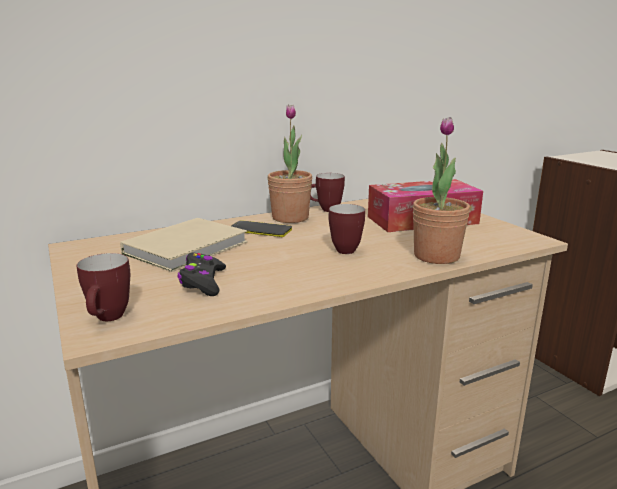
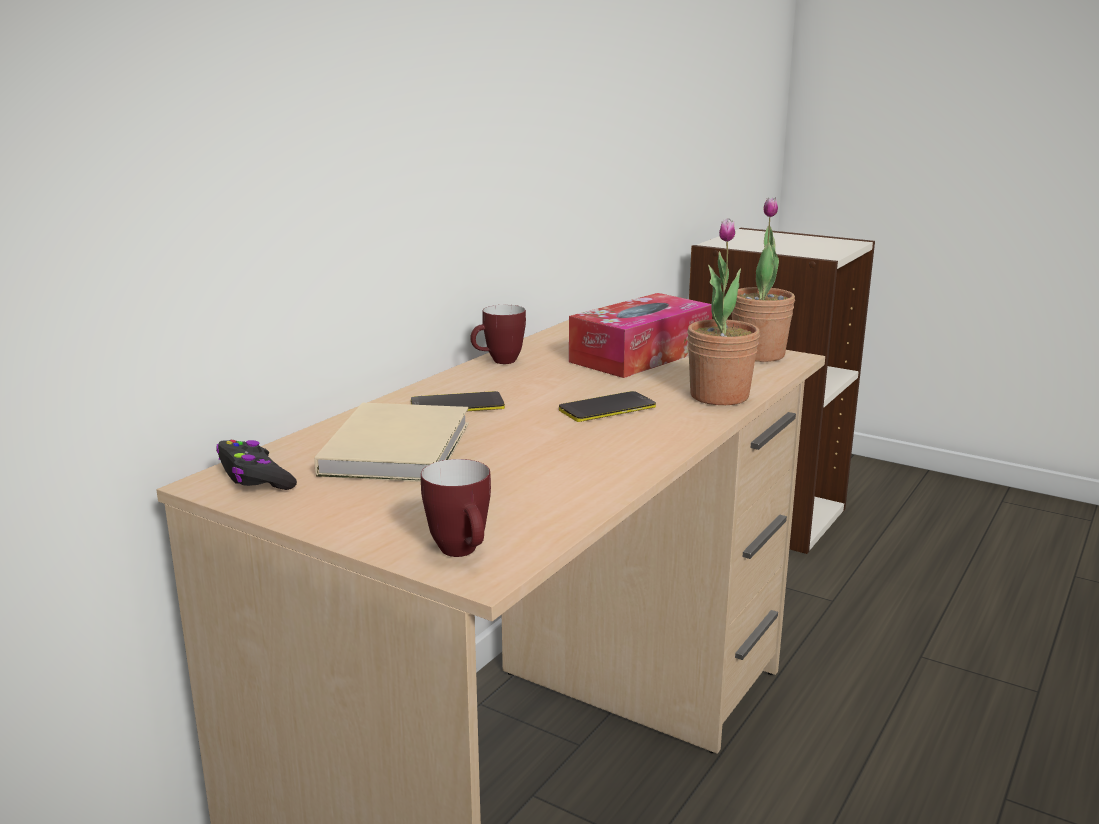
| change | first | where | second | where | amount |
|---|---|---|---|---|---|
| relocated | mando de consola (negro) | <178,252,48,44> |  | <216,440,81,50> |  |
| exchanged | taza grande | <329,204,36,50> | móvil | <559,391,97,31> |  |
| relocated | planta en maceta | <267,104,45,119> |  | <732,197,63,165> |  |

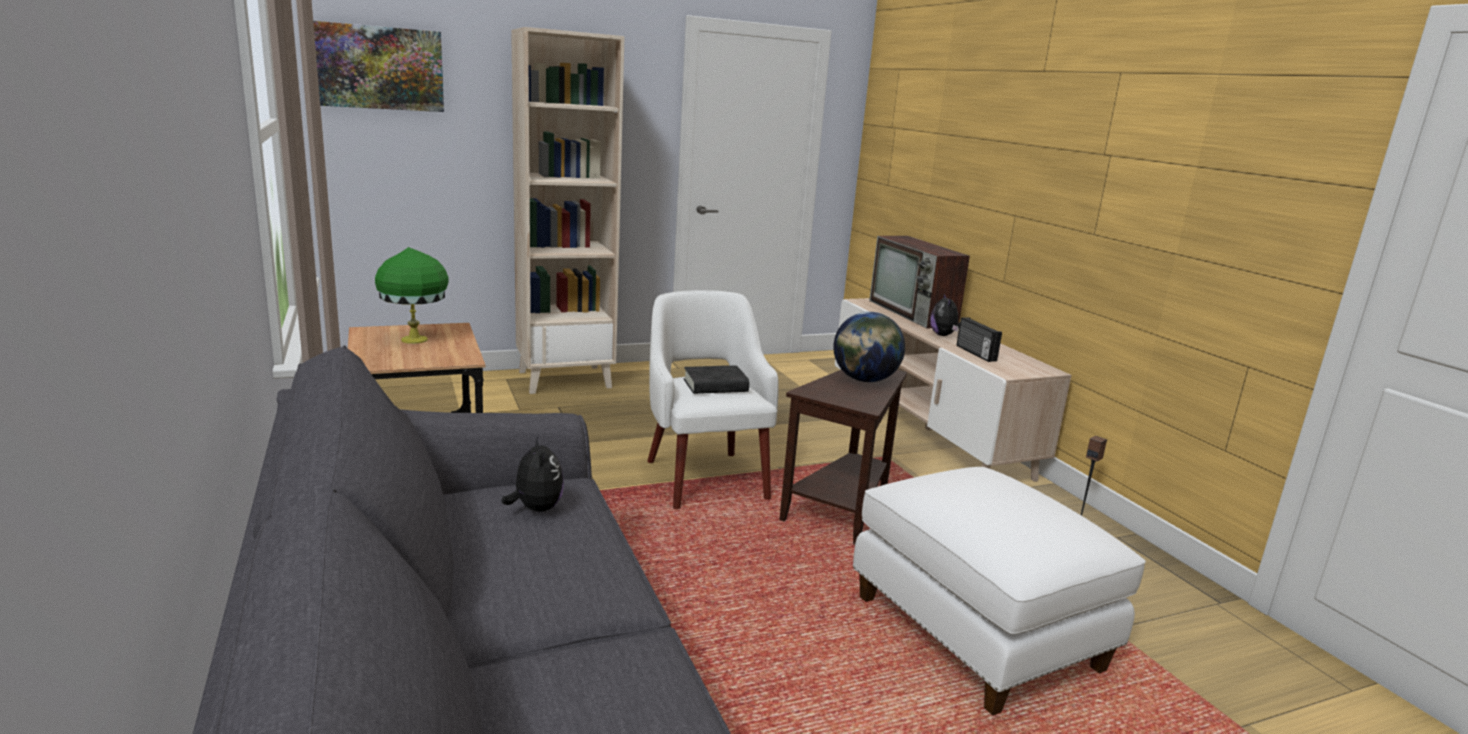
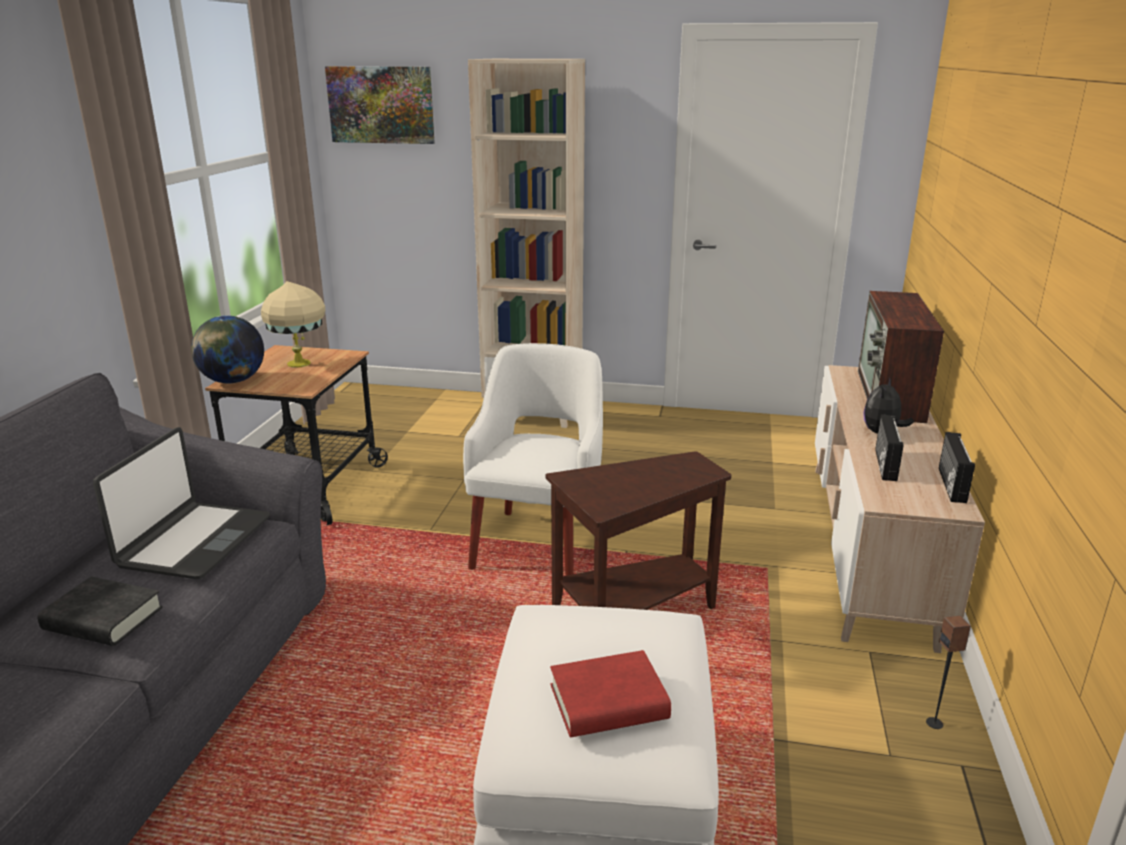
| change | first | where | second | where | amount |
|---|---|---|---|---|---|
| relocated | libro (negro) | <684,365,65,29> |  | <38,576,125,70> |  |
| exchanged | peluche | <502,435,62,77> | portátil | <93,427,177,152> |  |
| relocated | globo terráqueo | <833,312,72,70> |  | <191,315,73,69> |  |
| colour | lámpara de mesa (verde) | <375,247,74,97> | lámpara de mesa (beis) | <261,281,64,87> |  |
| appeared |  |  | libro (rojo) | <550,650,121,87> |  |
| appeared |  |  | radio | <939,432,36,71> |  |

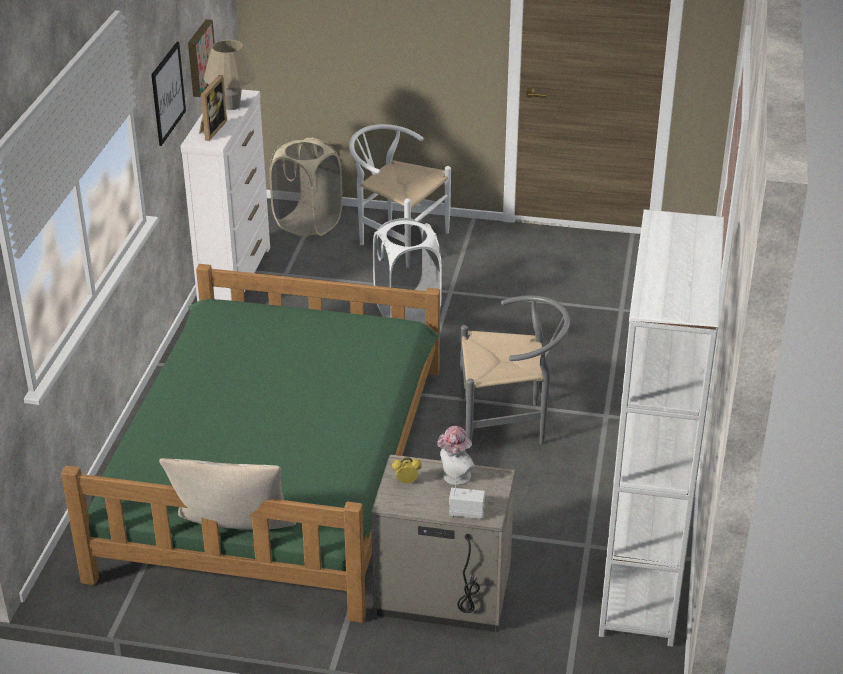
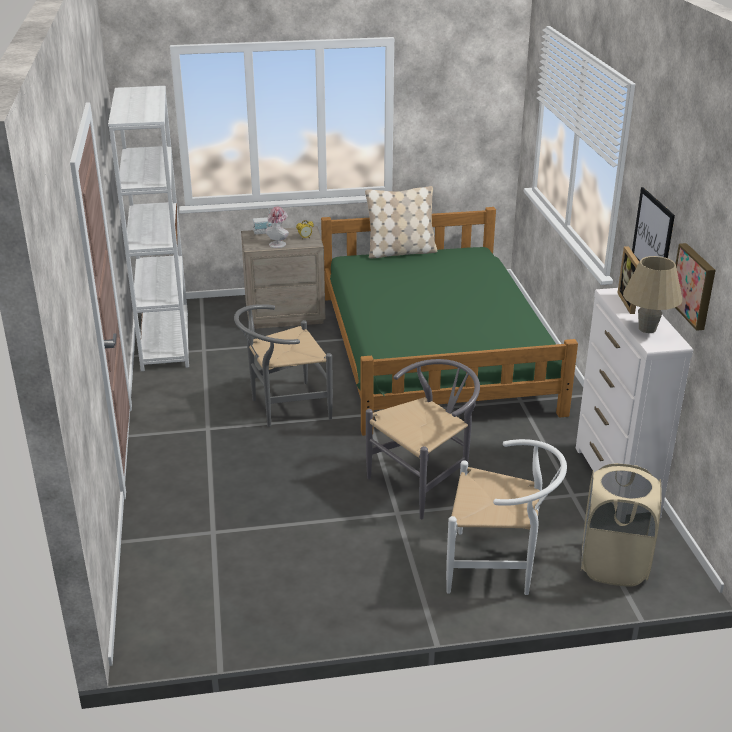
| change | first | where | second | where | amount |
|---|---|---|---|---|---|
| exchanged | cesto de la ropa (blanco) | <373,218,69,106> | silla (gris) | <366,359,114,160> |  |

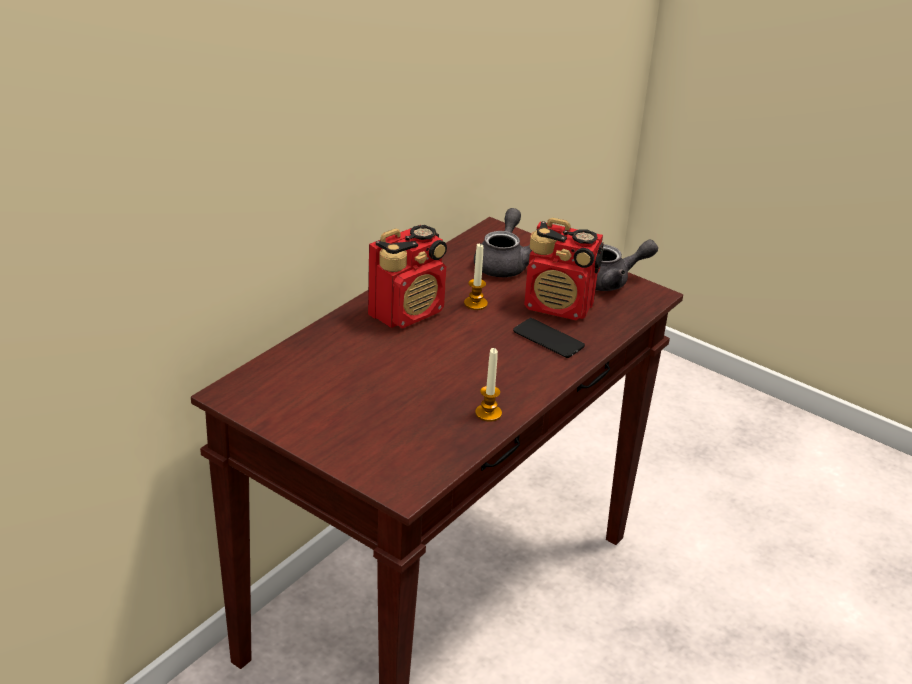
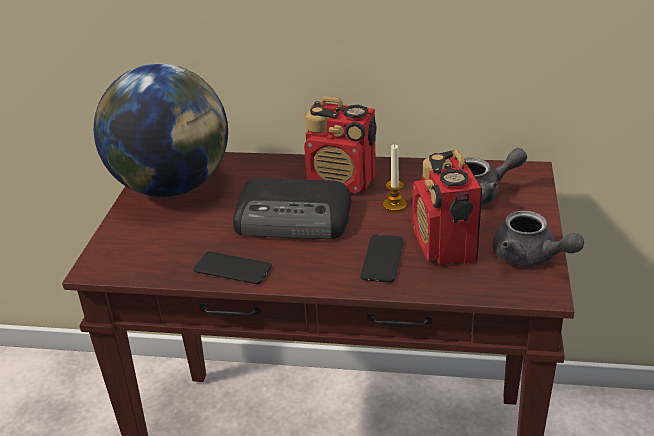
| change | first | where | second | where | amount |
|---|---|---|---|---|---|
| appeared |  |  | globo terráqueo | <94,63,134,134> |  |
| exchanged | vela | <475,348,27,74> | móvil | <194,251,78,33> |  |
| appeared |  |  | radio | <233,178,118,61> |  |

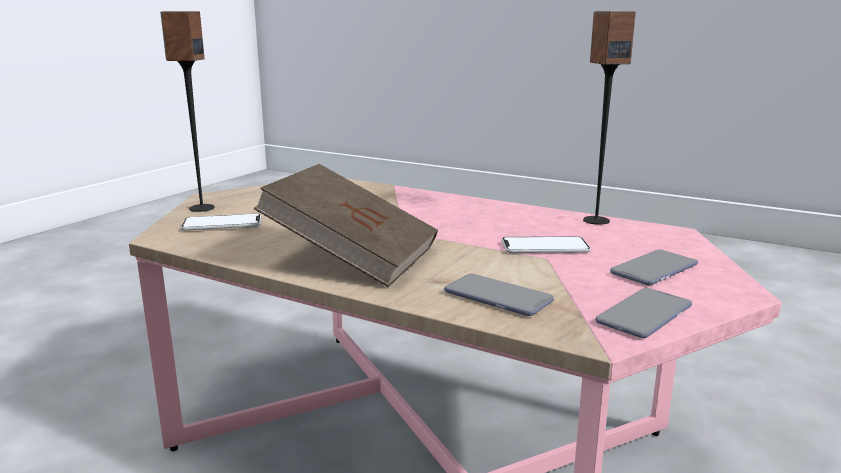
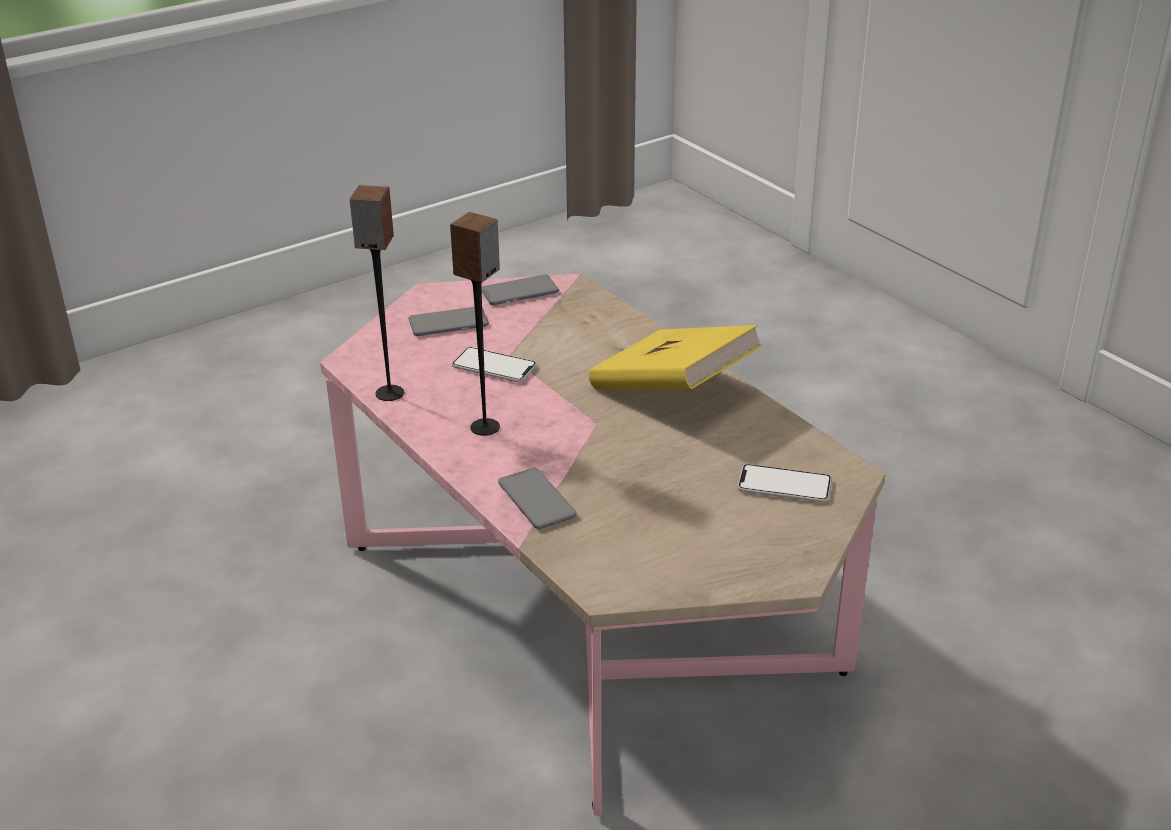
| change | first | where | second | where | amount |
|---|---|---|---|---|---|
| relocated | altavoz | <160,11,55,201> |  | <450,212,50,224> |  |
| relocated | móvil | <444,274,110,42> |  | <498,468,79,61> |  |
| colour | libro (marrón) | <254,164,184,123> | libro (amarillo) | <589,325,174,65> |  |

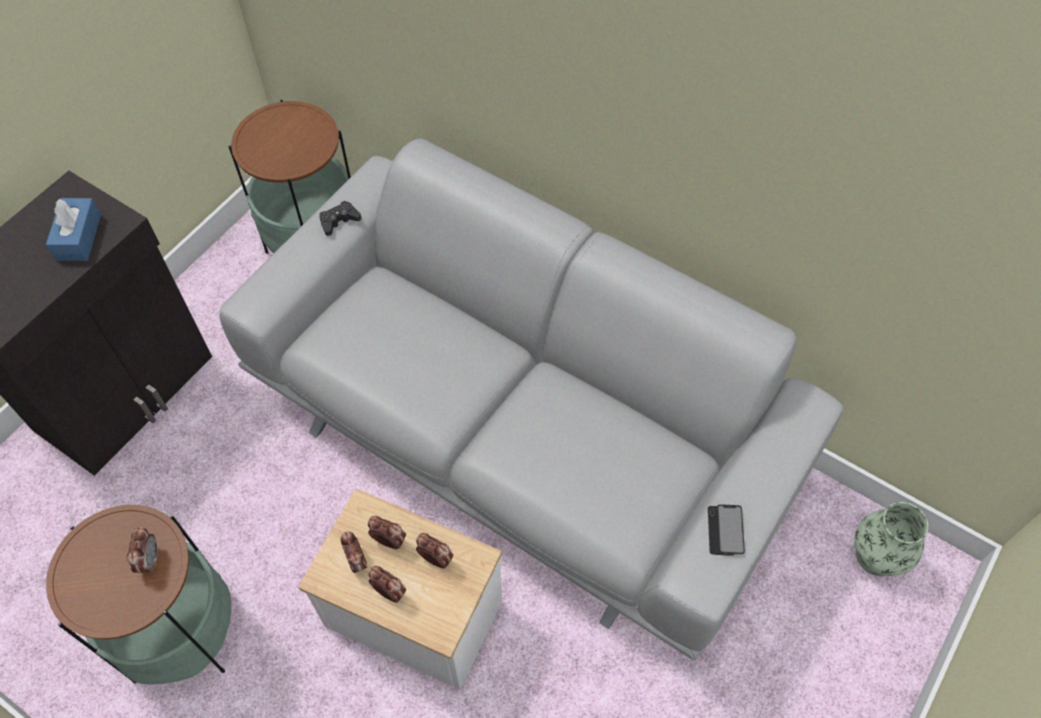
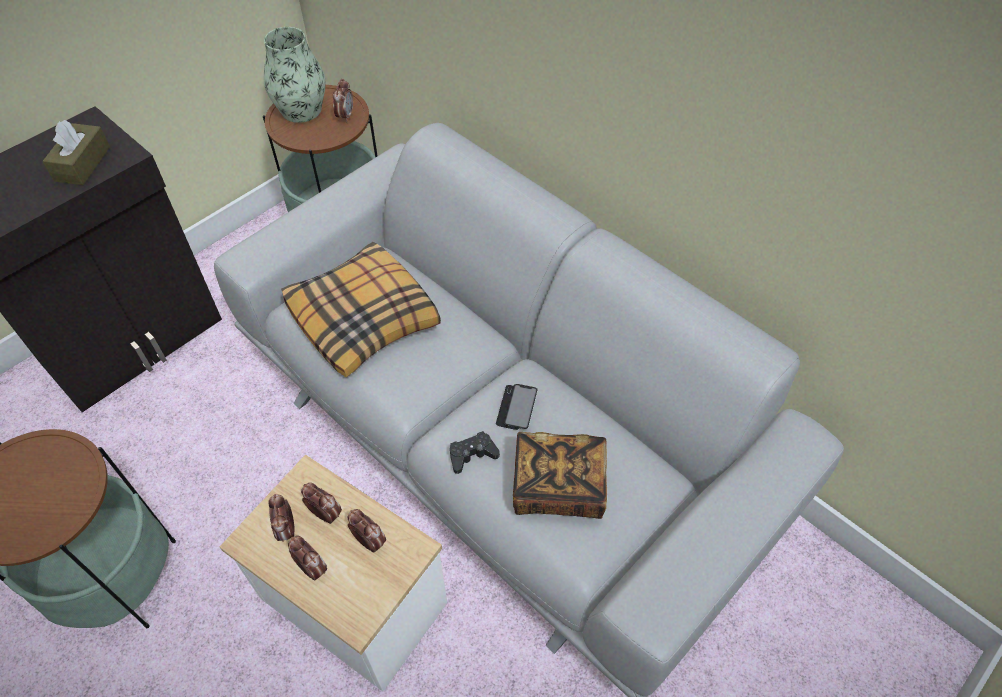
| change | first | where | second | where | amount |
|---|---|---|---|---|---|
| colour | caja de pañuelos (azul) | <46,198,55,63> | caja de pañuelos (marrón) | <42,120,68,65> |  |
| relocated | florero | <855,502,73,74> |  | <264,27,62,96> |  |
| appeared |  |  | cojín | <282,242,159,135> |  |
| relocated | despertador | <127,527,31,46> |  | <333,79,20,44> |  |
| relocated | mando de consola (negro) | <319,201,43,35> |  | <450,431,50,43> |  |
| relocated | móvil | <708,504,37,52> |  | <496,384,41,46> |  |
| appeared |  |  | libro | <513,432,94,87> |  |

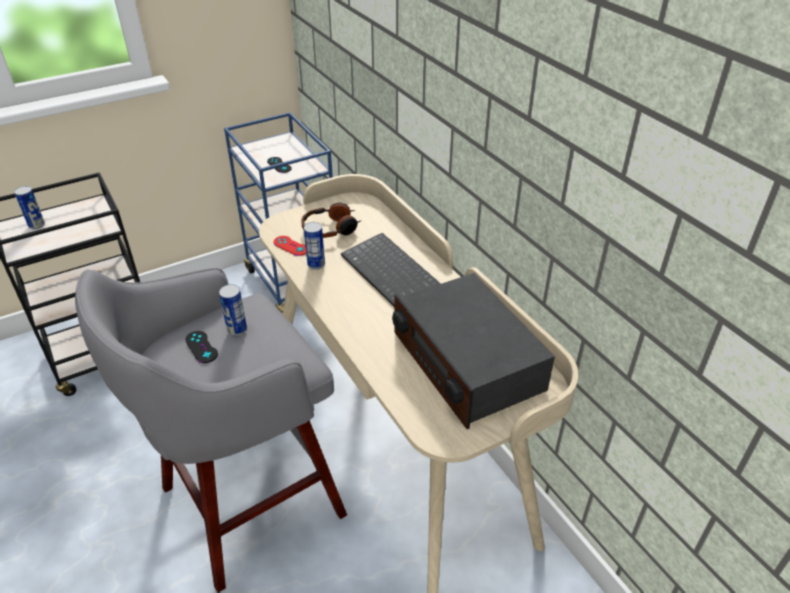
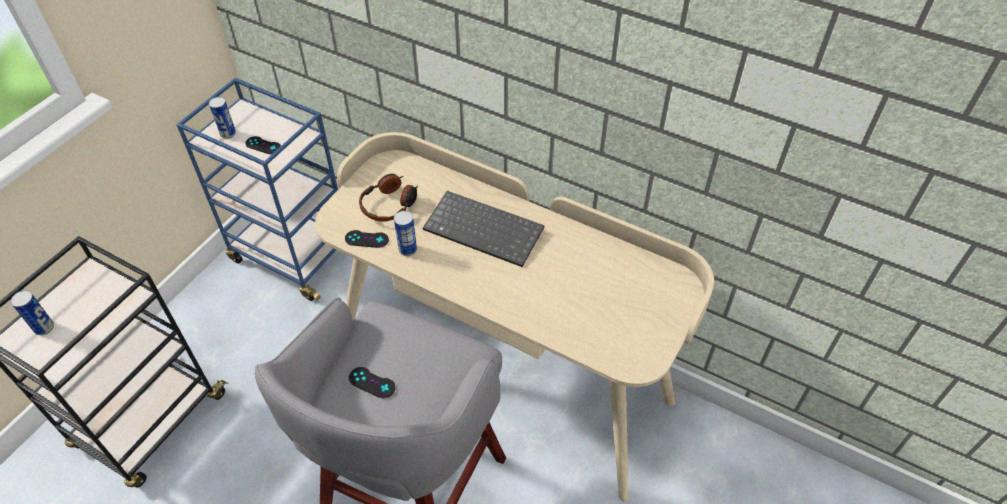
| change | first | where | second | where | amount |
|---|---|---|---|---|---|
| relocated | lata | <219,284,28,52> |  | <209,97,27,42> |  |
| colour | mando de consola (rojo) | <273,236,33,20> | mando de consola (negro) | <345,230,44,18> |  |
| missing | radio | <392,273,163,156> |  |  |  |

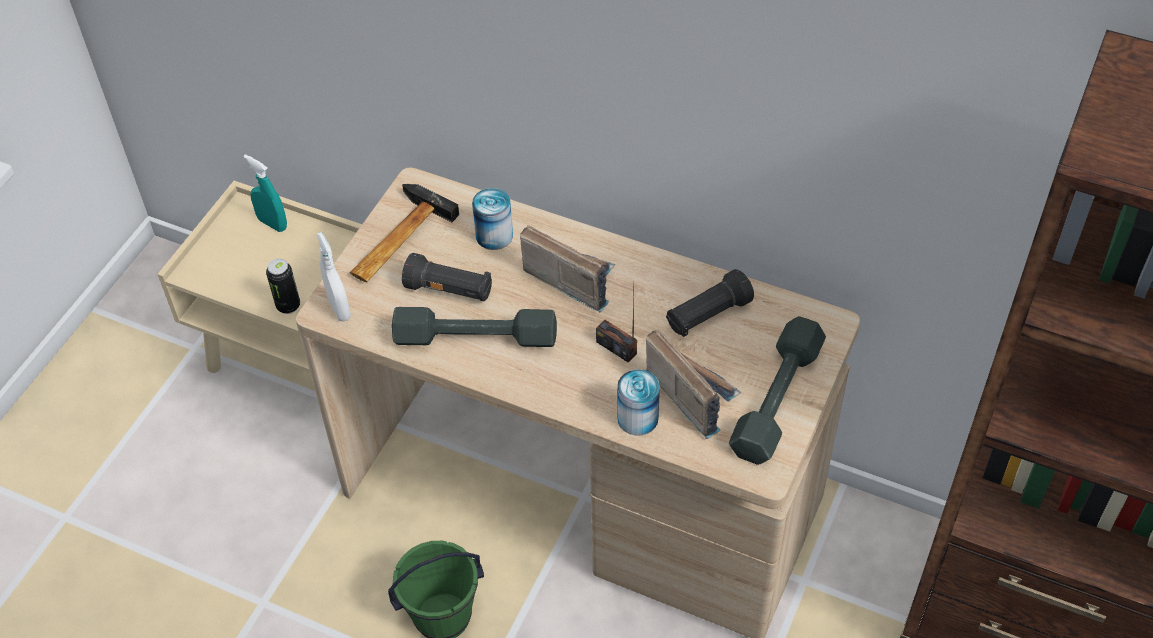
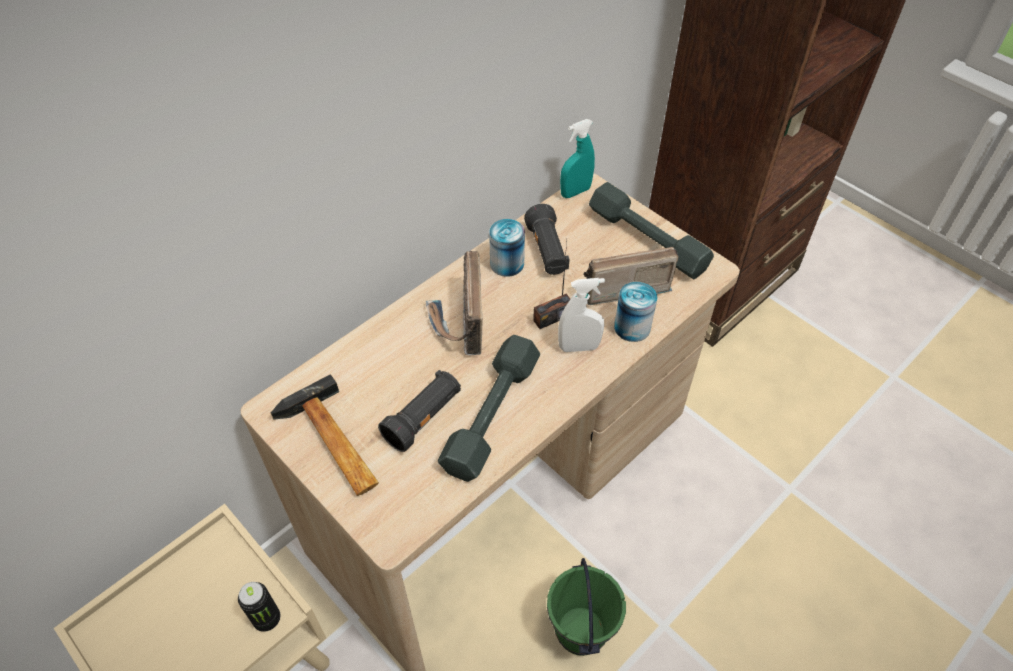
| change | first | where | second | where | amount |
|---|---|---|---|---|---|
| spun | radio | <520,225,95,87> |  | <426,251,57,104> | 60 degrees counterclockwise |
| relocated | lata | <472,188,41,62> |  | <489,219,36,58> |  |
| relocated | pulverizador (blanco) | <317,232,34,90> |  | <558,278,47,74> |  |
| relocated | pulverizador (turquesa) | <244,154,43,78> |  | <560,119,35,79> |  |

